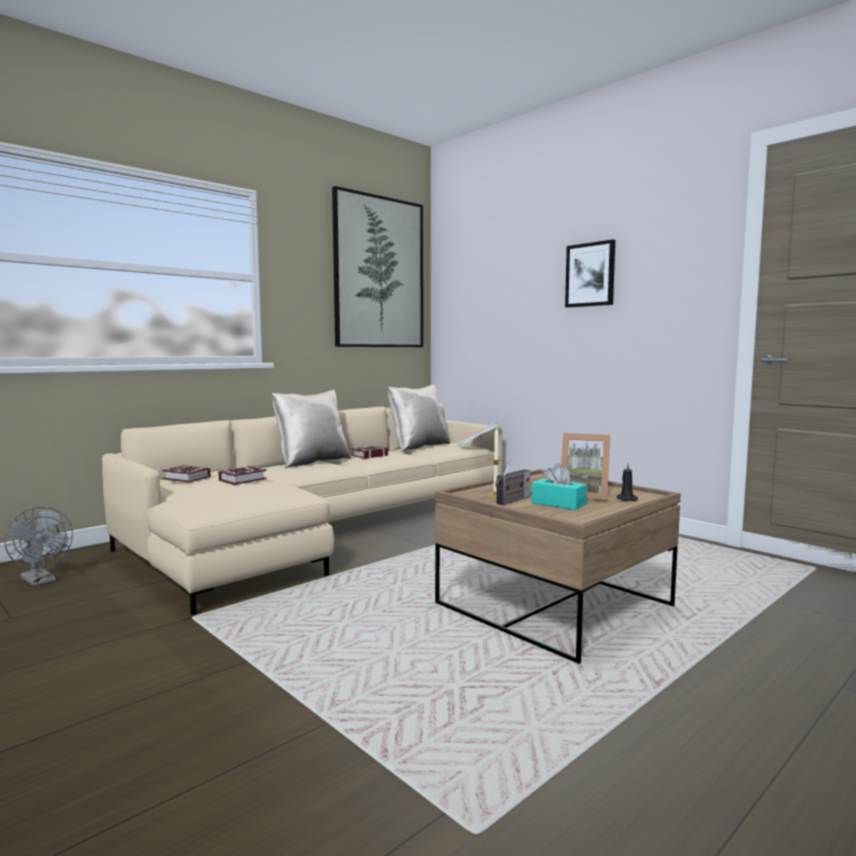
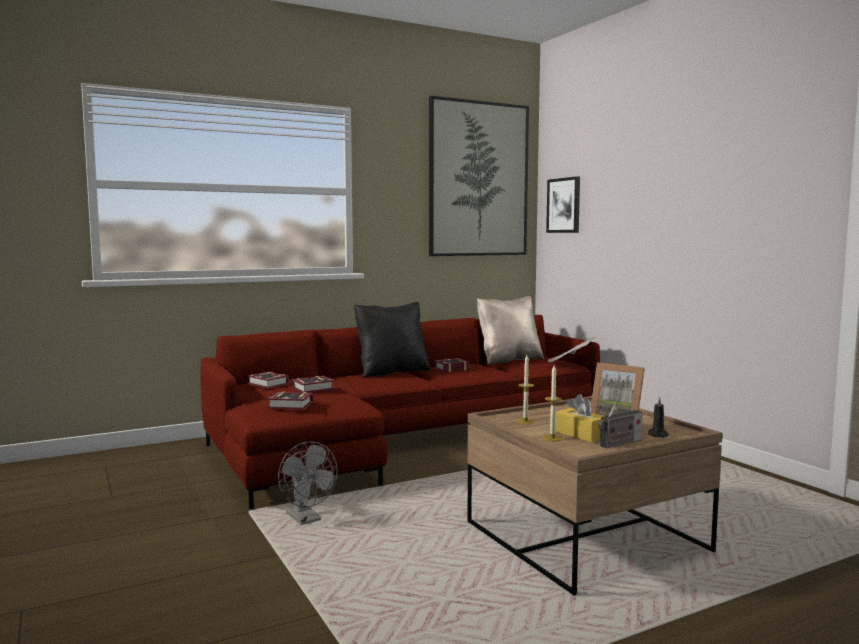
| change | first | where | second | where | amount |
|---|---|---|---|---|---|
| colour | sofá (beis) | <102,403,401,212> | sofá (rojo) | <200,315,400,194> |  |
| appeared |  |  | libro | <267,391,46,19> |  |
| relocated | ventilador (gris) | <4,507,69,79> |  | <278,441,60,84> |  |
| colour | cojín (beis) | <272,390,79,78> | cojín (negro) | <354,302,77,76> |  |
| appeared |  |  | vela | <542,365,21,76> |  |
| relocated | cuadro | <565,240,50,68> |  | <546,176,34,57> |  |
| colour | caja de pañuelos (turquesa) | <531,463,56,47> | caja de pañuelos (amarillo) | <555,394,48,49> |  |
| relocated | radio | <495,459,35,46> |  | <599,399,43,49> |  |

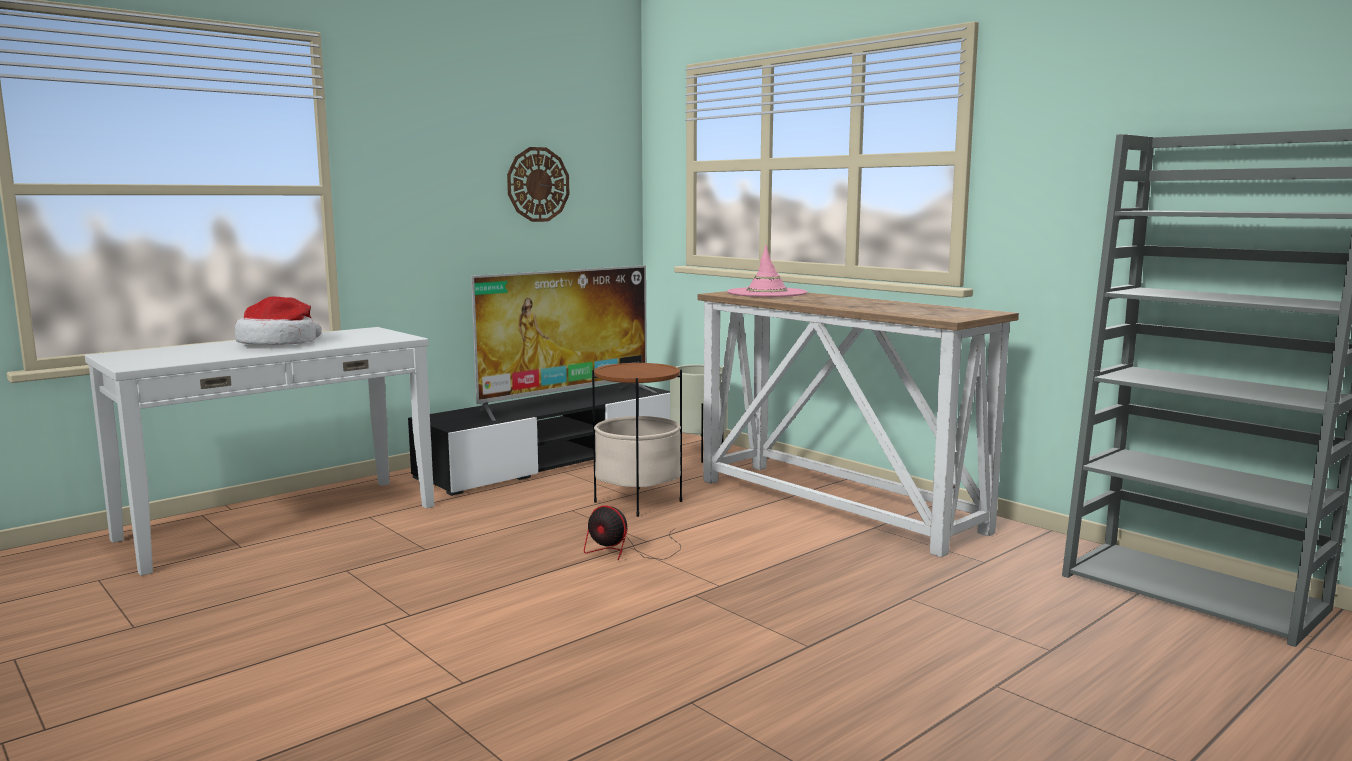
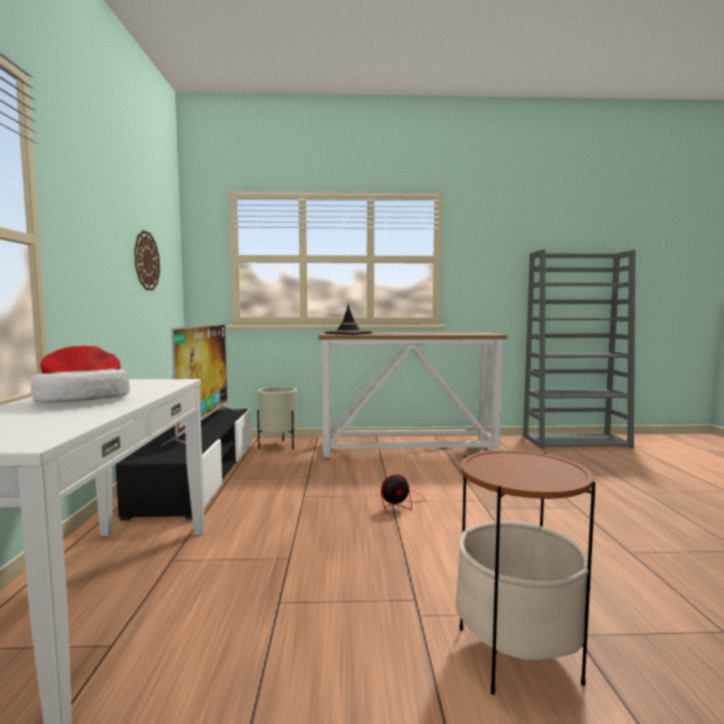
| change | first | where | second | where | amount |
|---|---|---|---|---|---|
| colour | sombrero (rosa) | <727,245,80,52> | sombrero (negro) | <324,304,49,30> |  |
| relocated | mesa auxiliar | <592,362,90,155> |  | <456,450,139,245> |  |

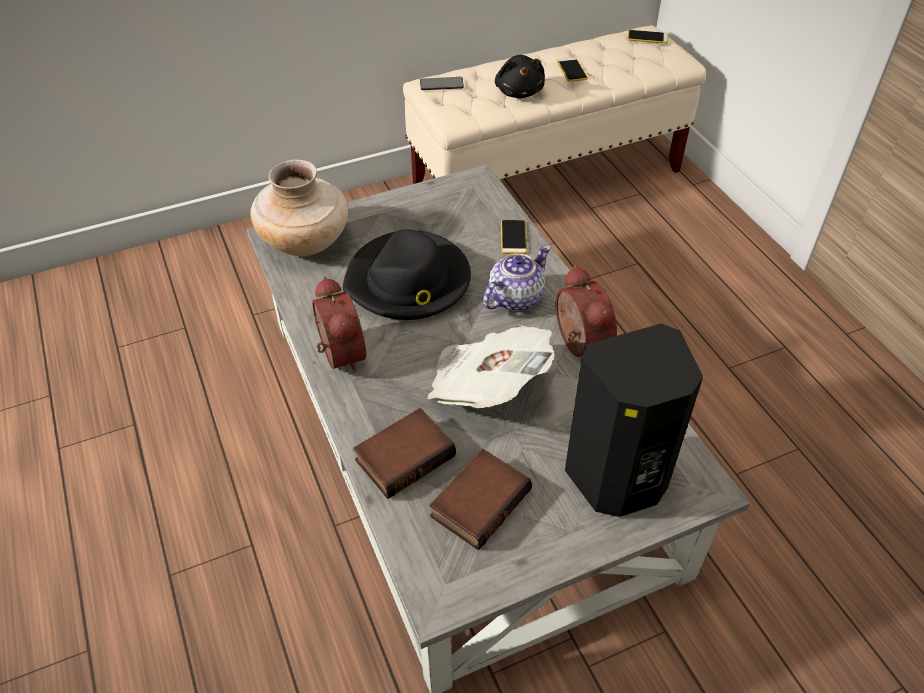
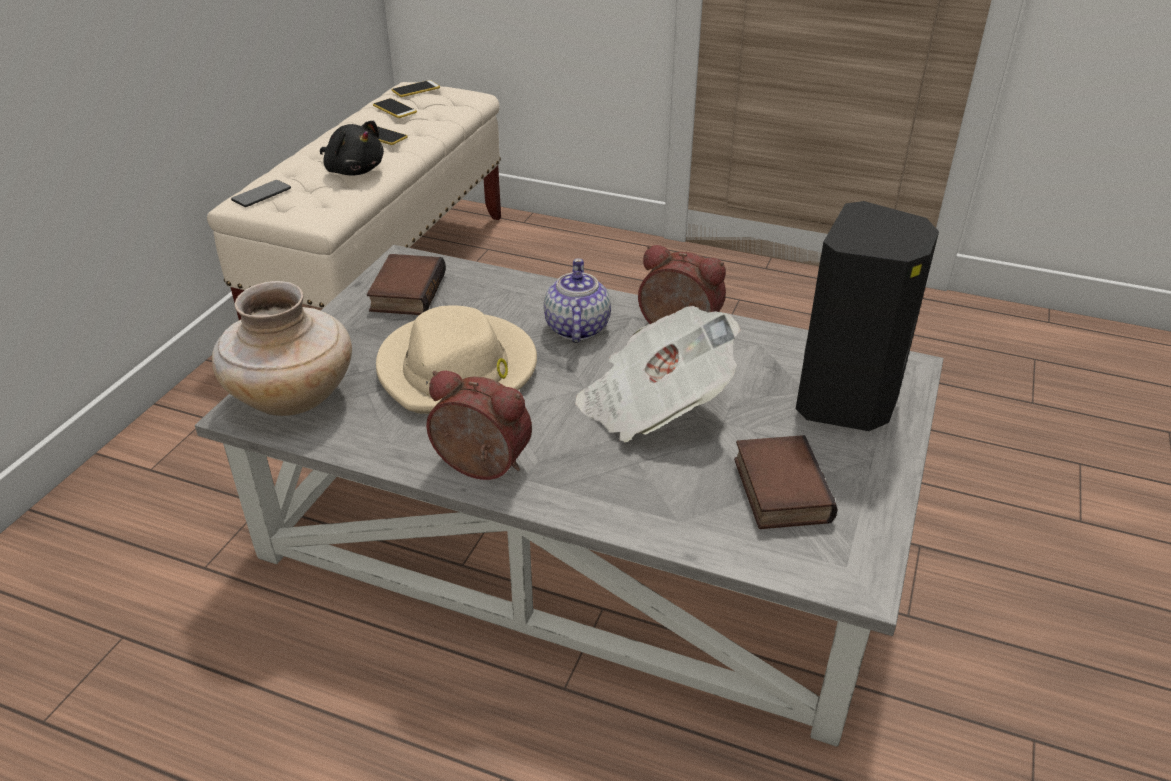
| change | first | where | second | where | amount |
|---|---|---|---|---|---|
| relocated | libro | <353,408,103,91> |  | <367,254,79,61> |  |
| relocated | móvil | <501,220,26,34> |  | <373,98,44,20> |  |
| colour | sombrero (negro) | <343,229,128,91> | sombrero (beis) | <376,305,161,109> |  |

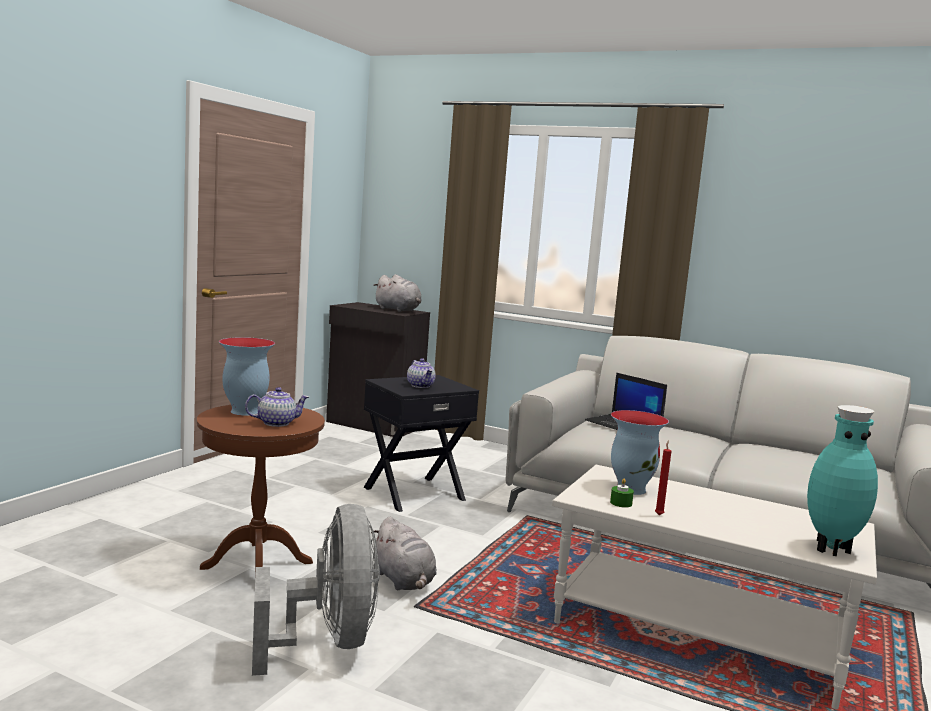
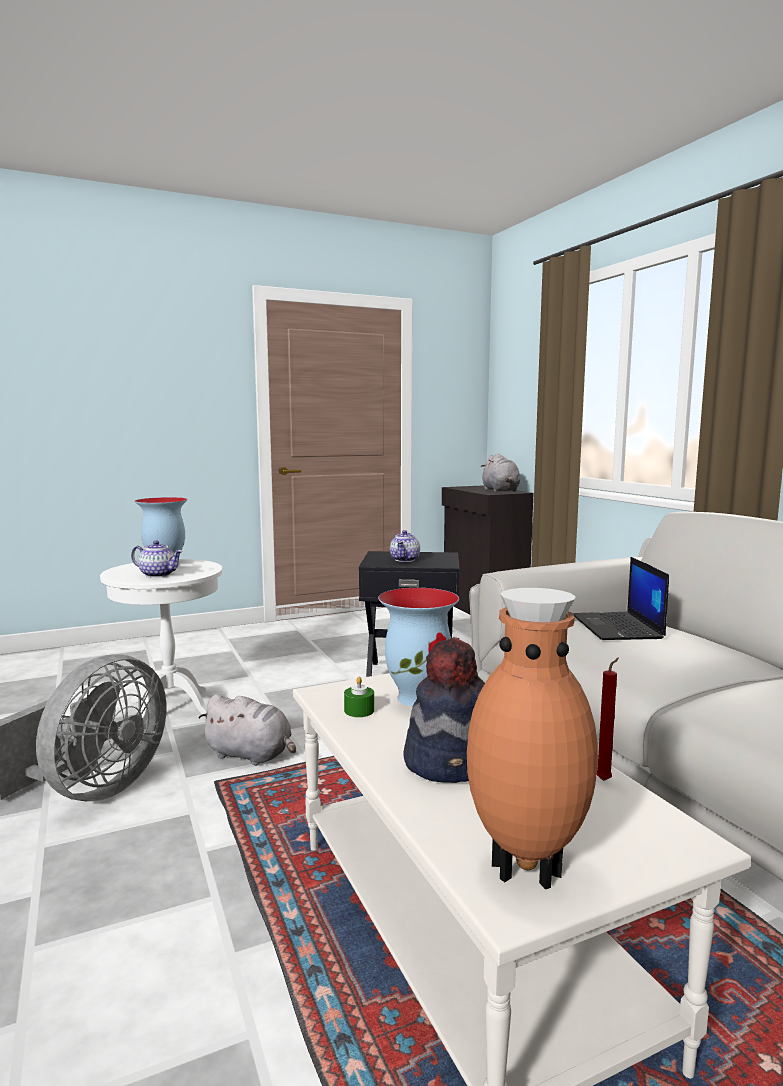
| change | first | where | second | where | amount |
|---|---|---|---|---|---|
| colour | mesa auxiliar (marrón) | <197,405,128,170> | mesa auxiliar (blanco) | <100,559,122,165> |  |
| spun | peluche (gris) | <371,517,66,73> |  | <198,694,98,72> | 75 degrees counterclockwise |
| appeared |  |  | sombrero | <403,637,82,146> |  |
| colour | florero (turquesa) | <807,405,71,151> | florero (marrón) | <467,588,131,302> |  |
| relocated | vela (rojo) | <655,441,16,74> |  | <597,657,22,124> |  |

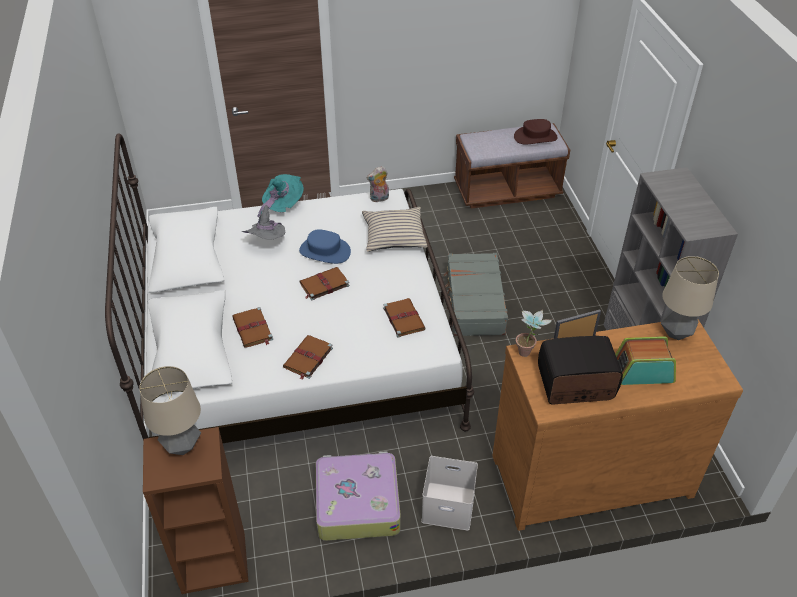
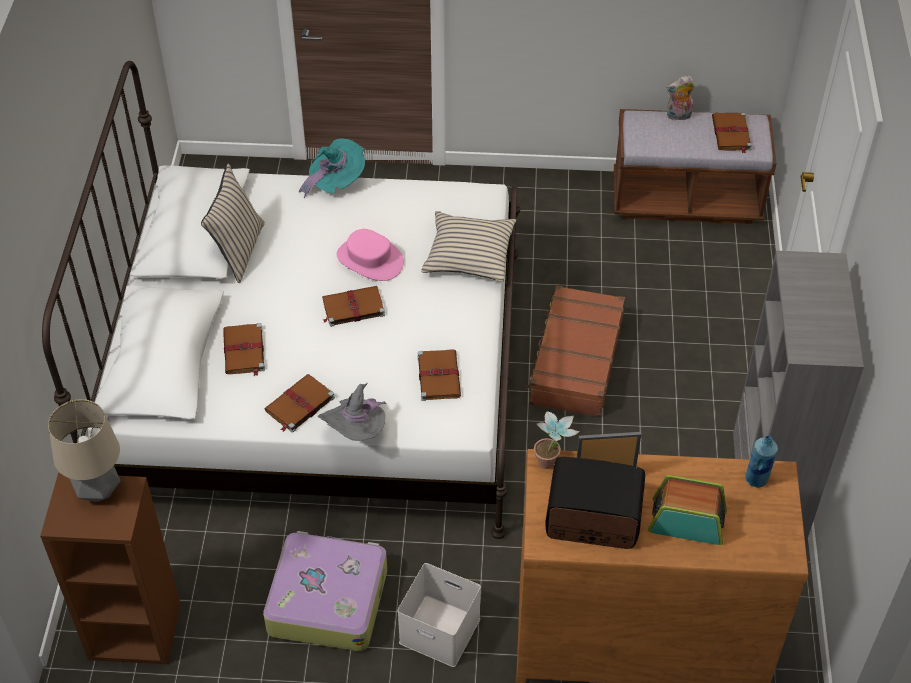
| change | first | where | second | where | amount |
|---|---|---|---|---|---|
| appeared |  |  | cojín (beis) | <201,163,64,120> |  |
| relocated | sombrero (gris) | <241,205,44,35> |  | <318,383,68,58> |  |
| colour | sombrero (azul) | <299,229,52,35> | sombrero (rosa) | <337,229,67,52> |  |
| colour | maleta (gris) | <444,253,64,83> | maleta (marrón) | <526,285,99,132> |  |
| relocated | peluche | <366,166,23,36> |  | <666,76,29,44> |  |
| exchanged | sombrero (marrón) | <514,119,44,25> | libro (marrón) | <712,112,40,42> |  |
| exchanged | lámpara de mesa | <661,256,58,84> | botella (azul) | <745,435,33,53> |  |

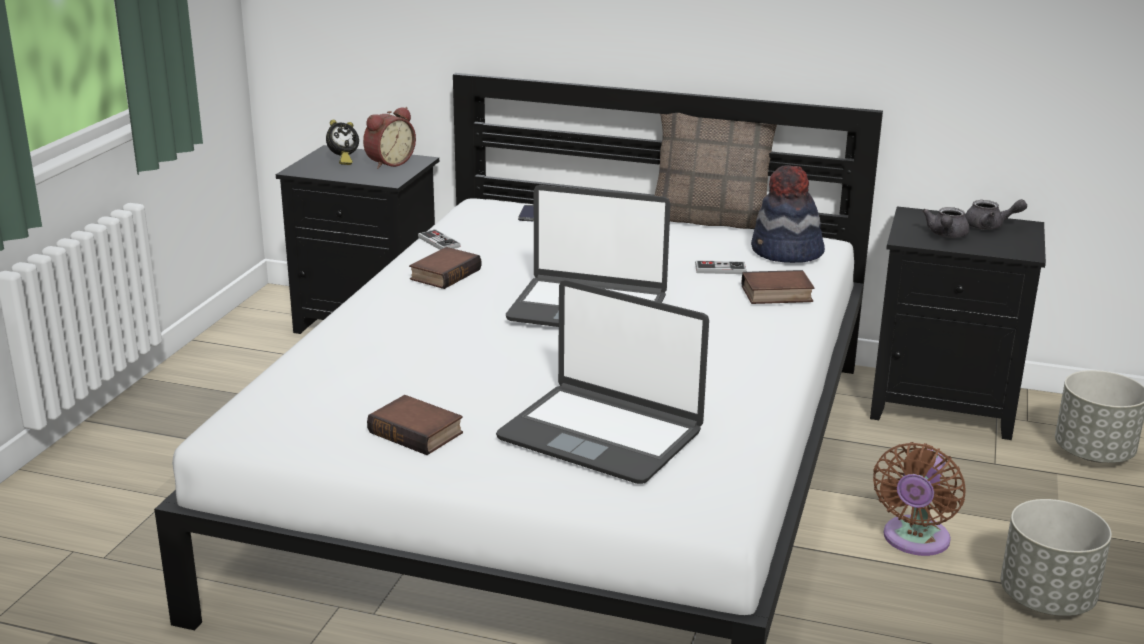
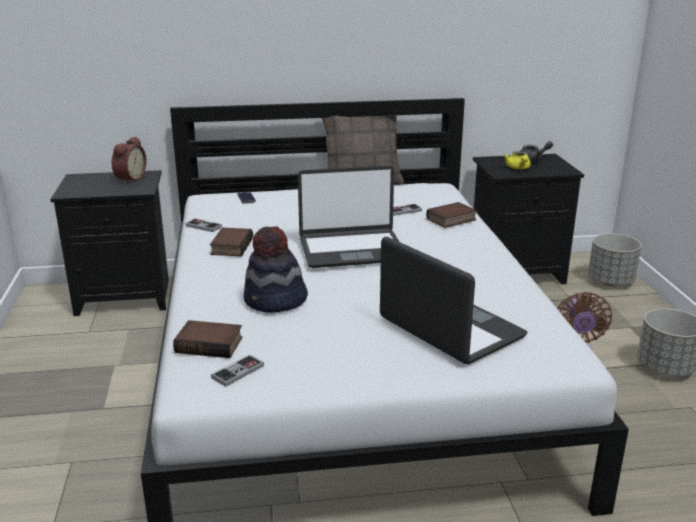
| change | first | where | second | where | amount |
|---|---|---|---|---|---|
| relocated | libro | <367,395,96,60> |  | <173,320,70,38> |  |
| appeared |  |  | mando de consola | <211,355,53,32> |  |
| relocated | sombrero | <751,165,74,98> |  | <243,226,65,87> |  |
| spun | portátil | <496,280,213,204> |  | <380,237,147,127> | 135 degrees counterclockwise |
| colour | tetera (gris) | <922,207,48,31> | tetera (amarillo) | <503,151,28,18> |  |
| missing | despertador | <326,120,33,45> |  |  |  |

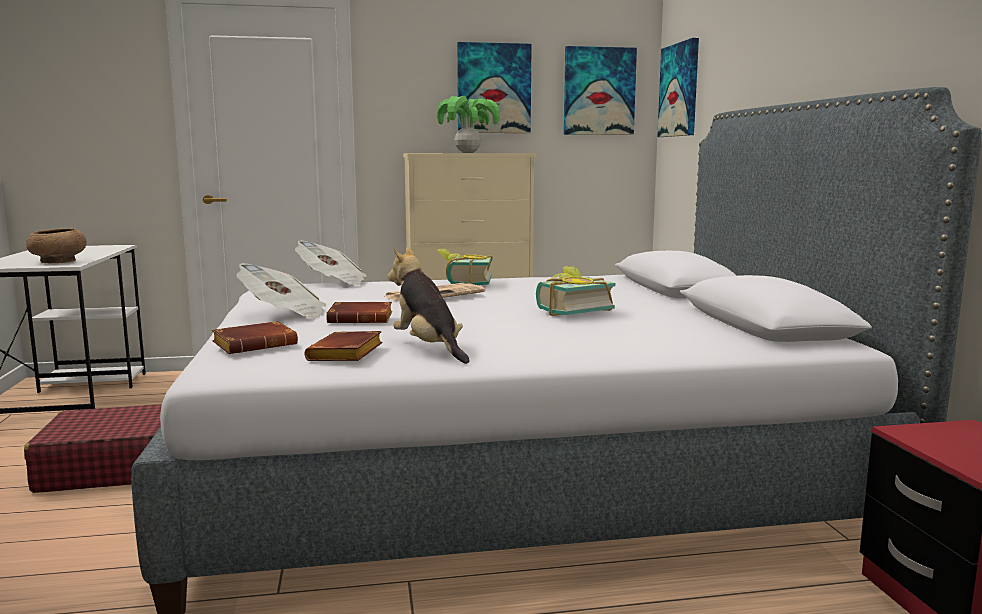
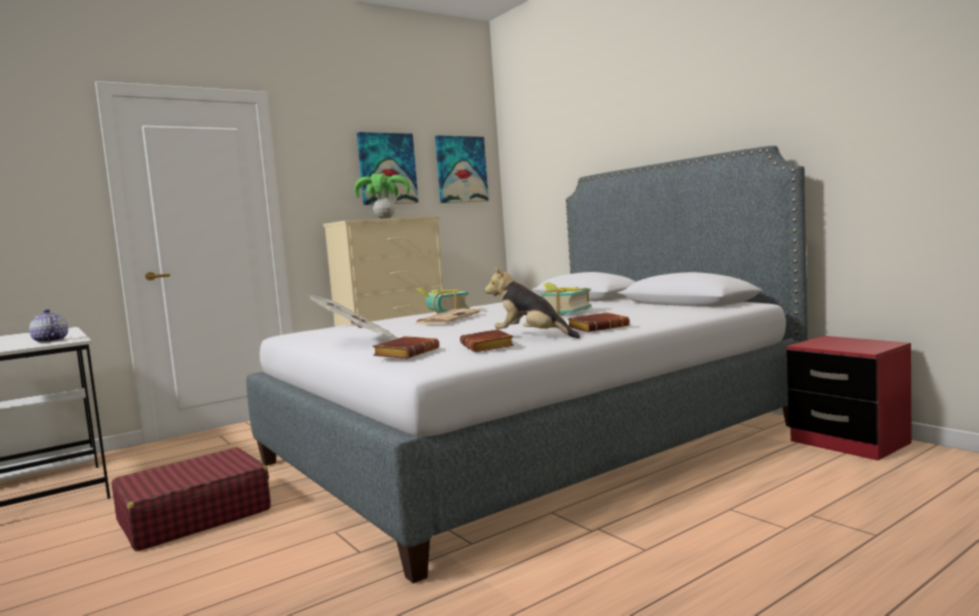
| change | first | where | second | where | amount |
|---|---|---|---|---|---|
| exchanged | cuenco (marrón) | <26,228,61,35> | tetera | <29,309,39,34> |  |
| relocated | libro (marrón) | <326,302,66,21> |  | <567,313,63,19> |  |
| missing | cuadro | <657,38,42,99> |  |  |  |

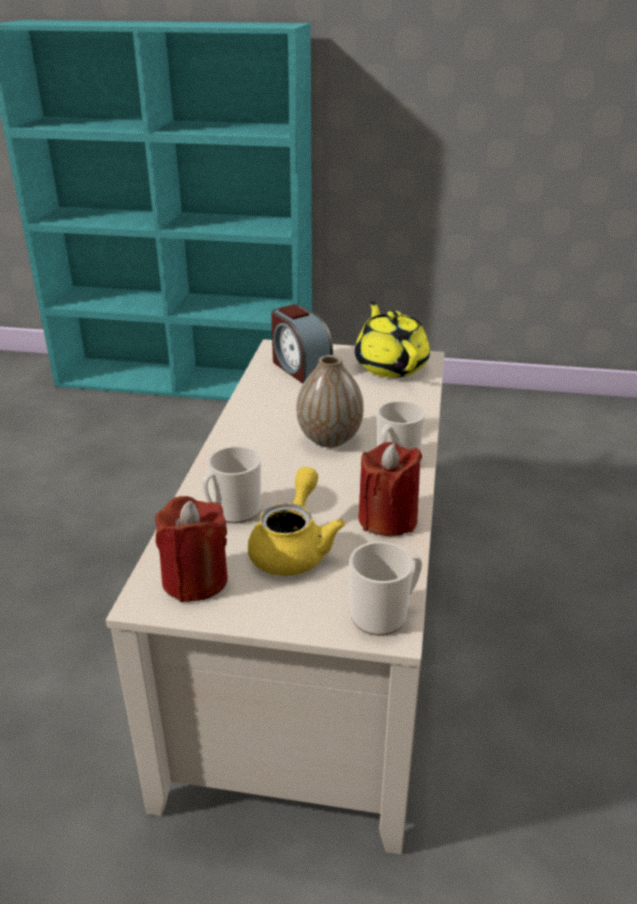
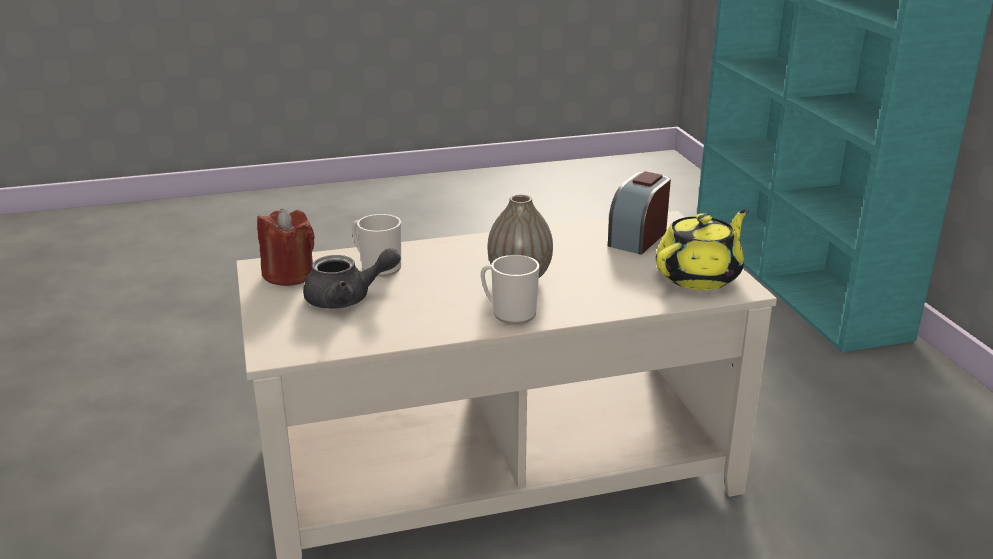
| change | first | where | second | where | amount |
|---|---|---|---|---|---|
| colour | tetera (amarillo) | <248,467,97,109> | tetera (gris) | <303,248,98,61> |  |
| missing | taza grande | <349,542,73,94> |  |  |  |
| missing | vela (rojo) | <358,442,64,94> |  |  |  |

